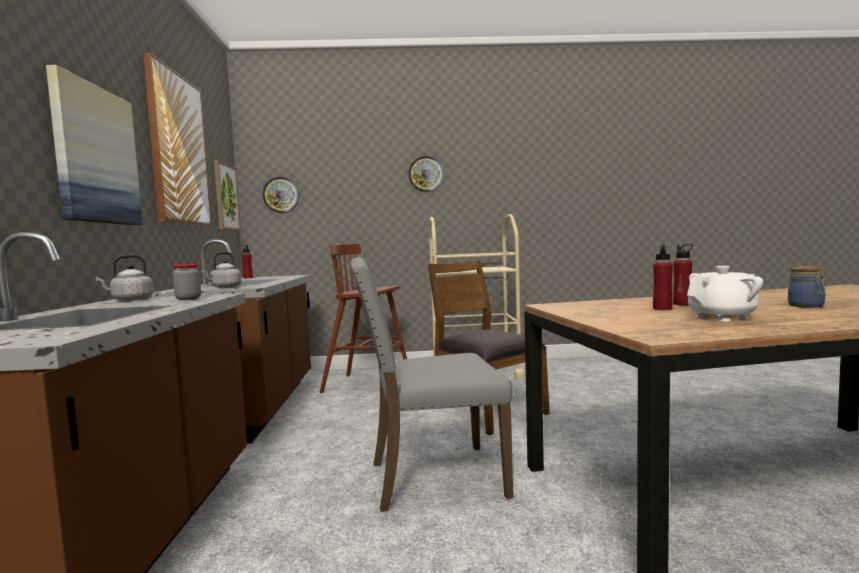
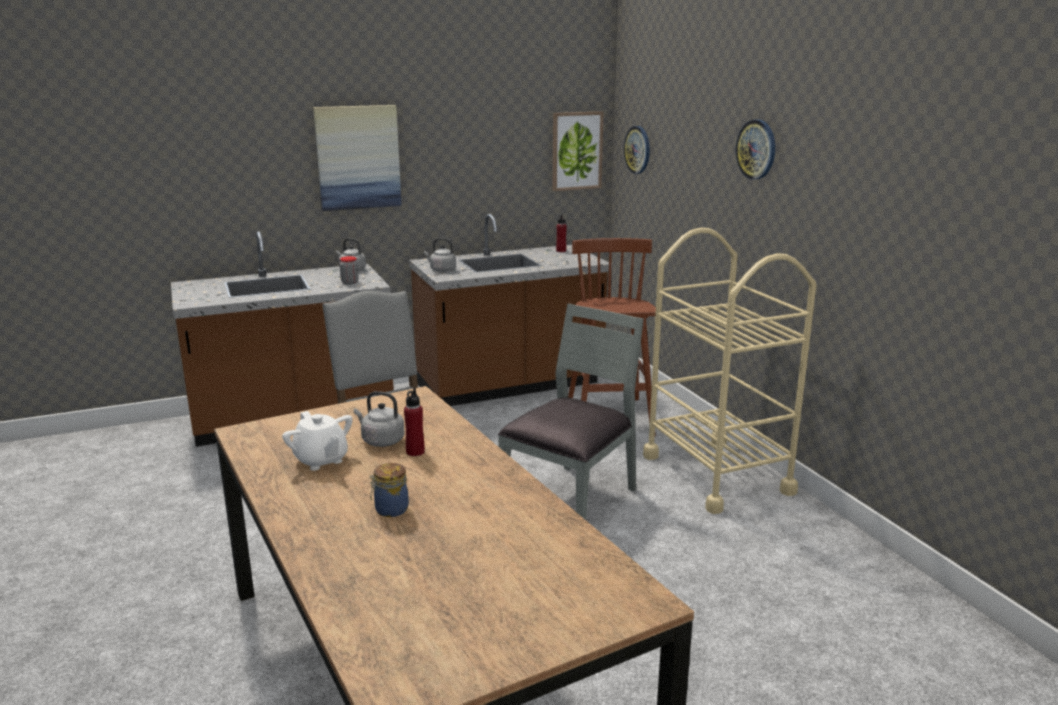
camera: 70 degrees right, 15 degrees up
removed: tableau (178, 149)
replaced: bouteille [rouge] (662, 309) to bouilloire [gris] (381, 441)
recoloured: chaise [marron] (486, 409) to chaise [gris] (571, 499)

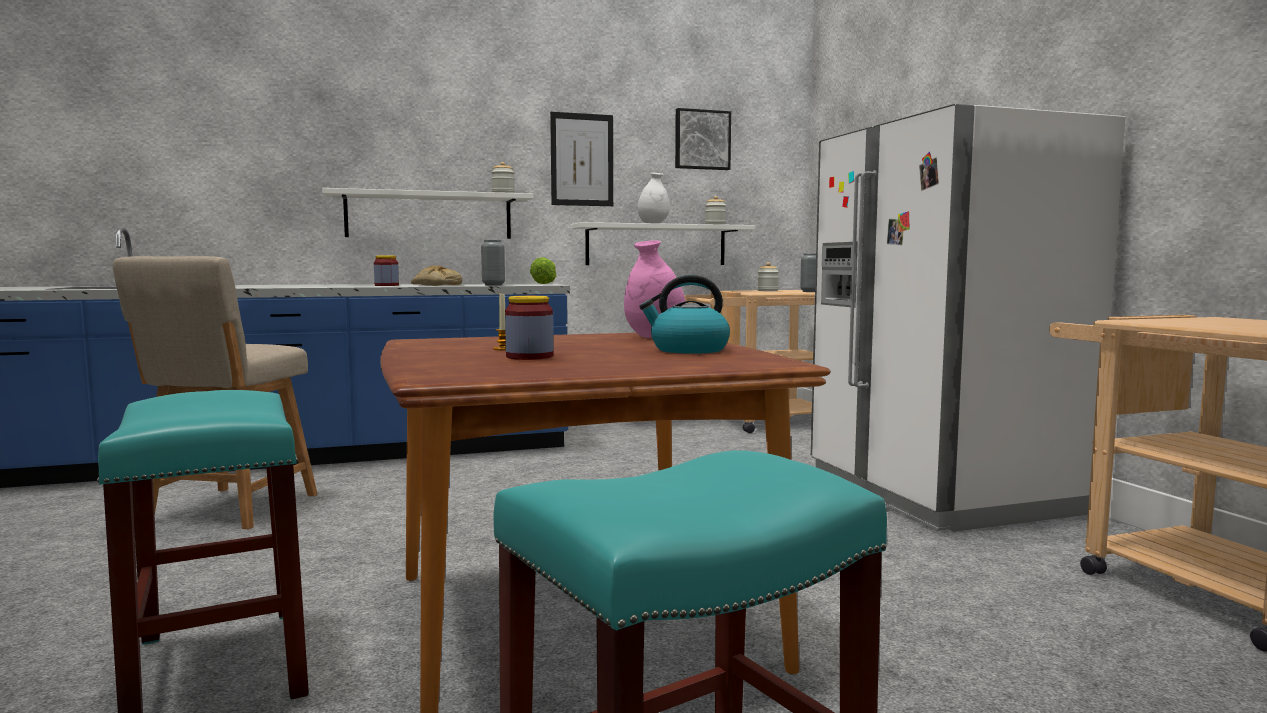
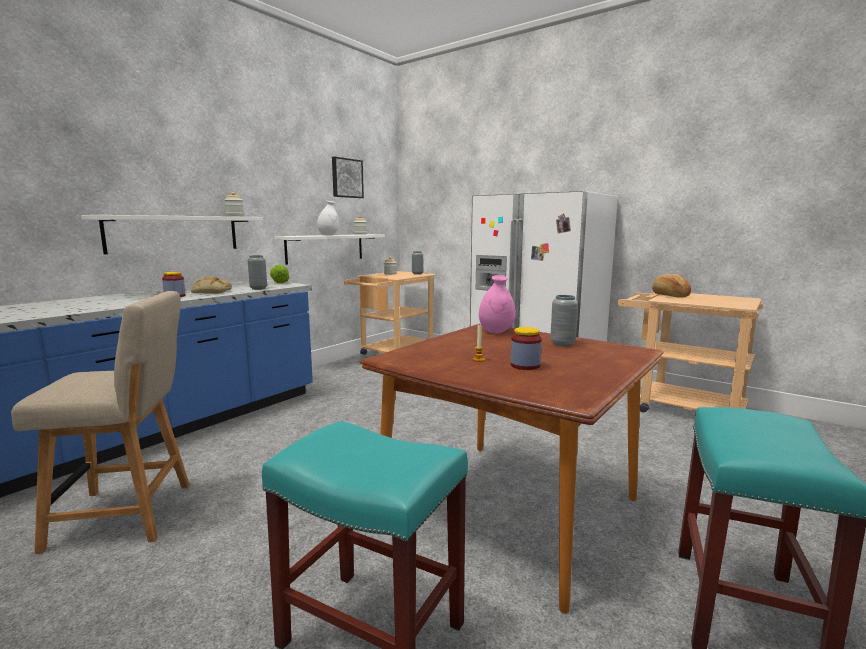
camera: 35 degrees left, 5 degrees up
removed: tableau (582, 160)
added: pain (670, 295)
replaced: bouilloire (688, 350) to vase [gris] (562, 344)
turned: chaise [beige] (228, 510) = (129, 514) 75 degrees counterclockwise

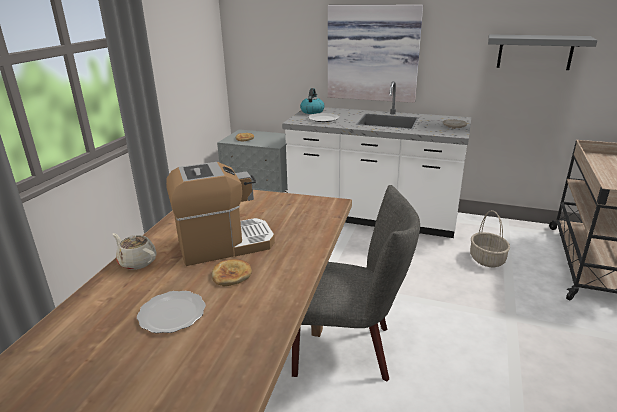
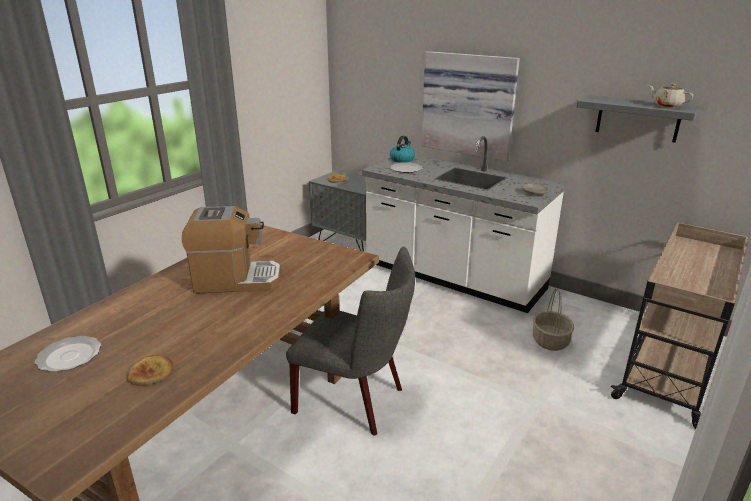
camera: 15 degrees right, 0 degrees up
moved: théière [beige] (137, 262) to (666, 106); assiette (173, 313) to (70, 355); pain (231, 275) to (151, 373)

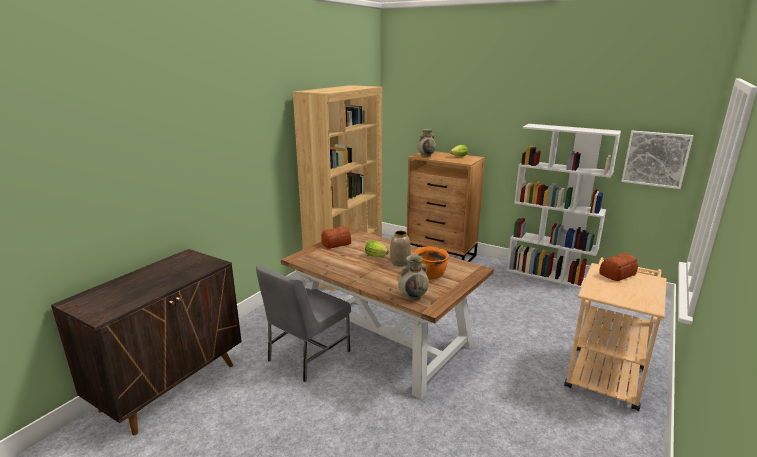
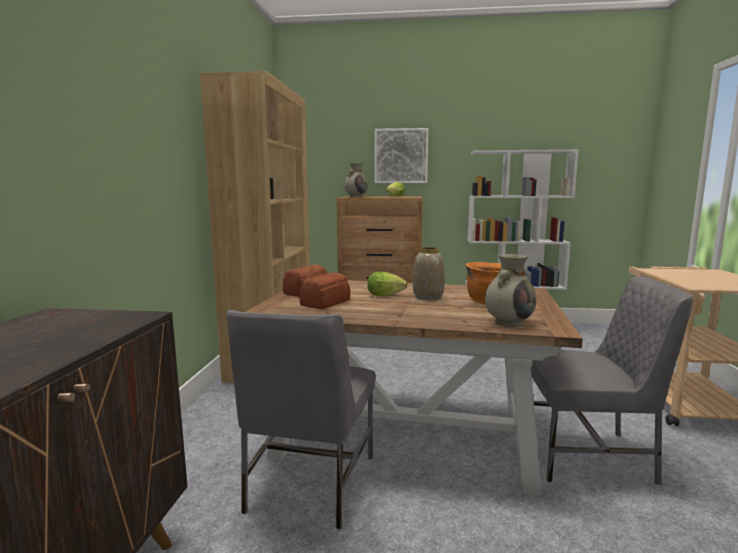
camera: 25 degrees left, 10 degrees down
added: chaise [gris] (588, 455)
moved: pain (618, 274) to (326, 302); tableau (655, 159) to (401, 156)

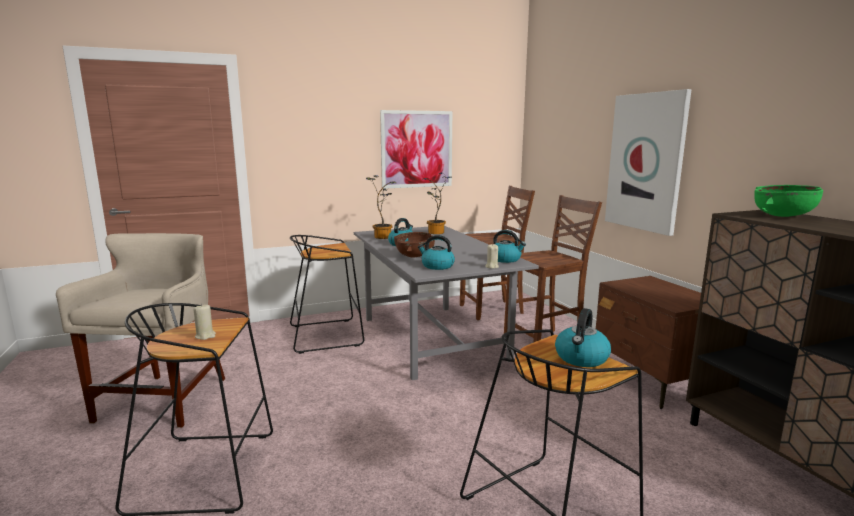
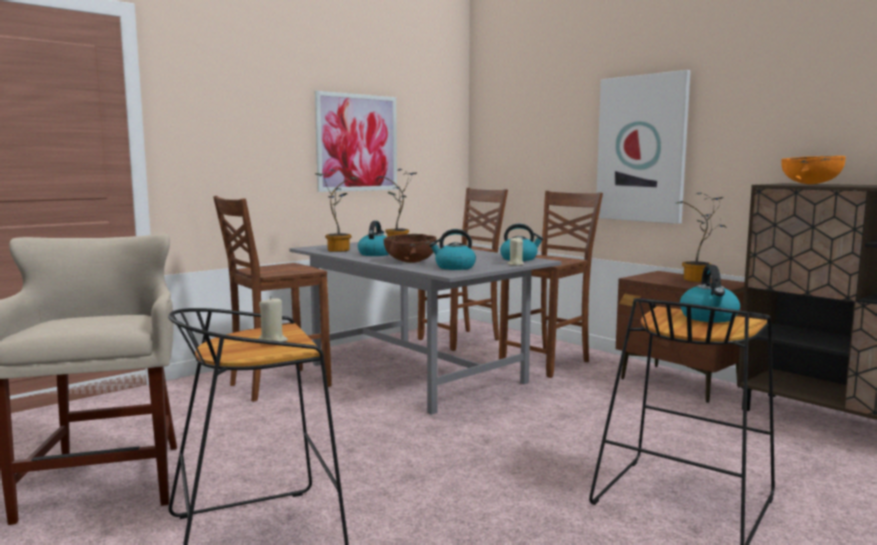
camera: 20 degrees left, 5 degrees down
added: plante en pot (698, 280)
replaced: tabouret [noir] (327, 335) to chaise [marron] (276, 385)
recoloured: bol [vert] (783, 215) to bol [orange] (811, 184)

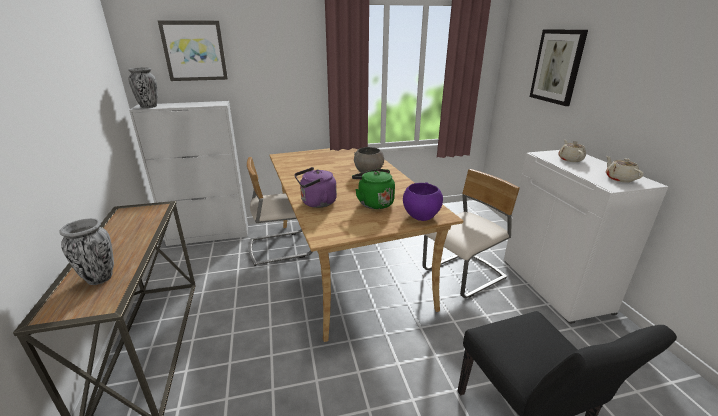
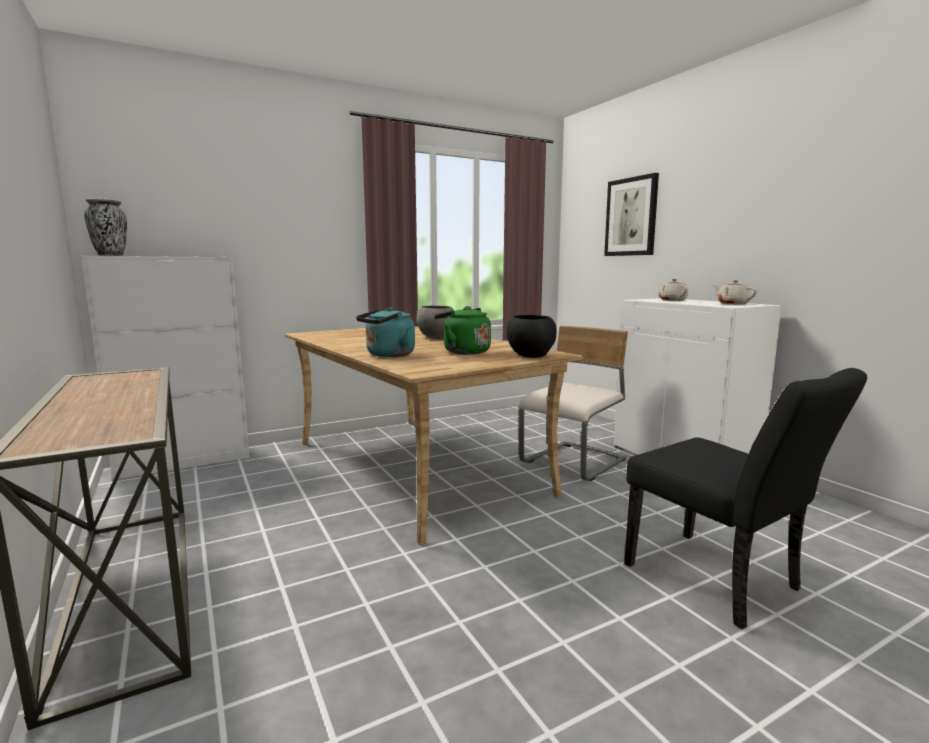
camera: 15 degrees left, 15 degrees down
removed: vase (99, 278); tableau (194, 51); chaise [beige] (280, 247)
recoloured: bouilloire [violet] (316, 203) to bouilloire [turquoise] (388, 355); bol [violet] (421, 216) to bol [noir] (530, 355)

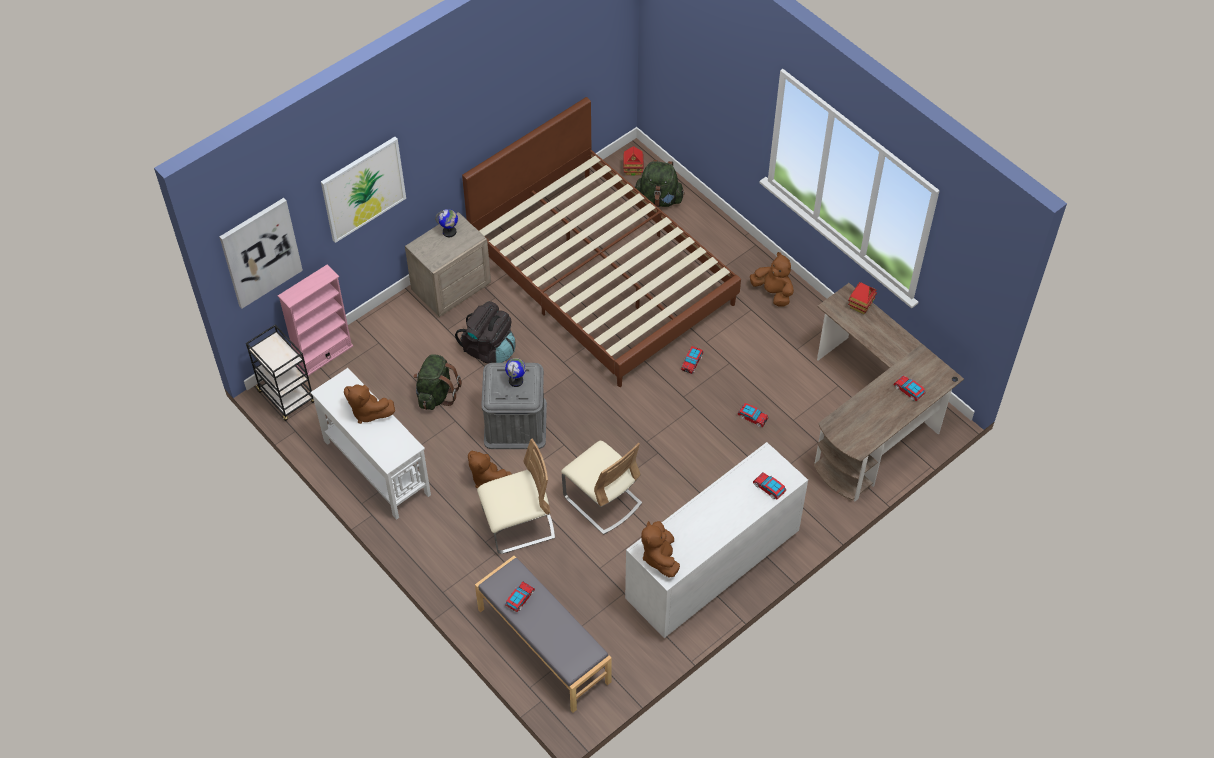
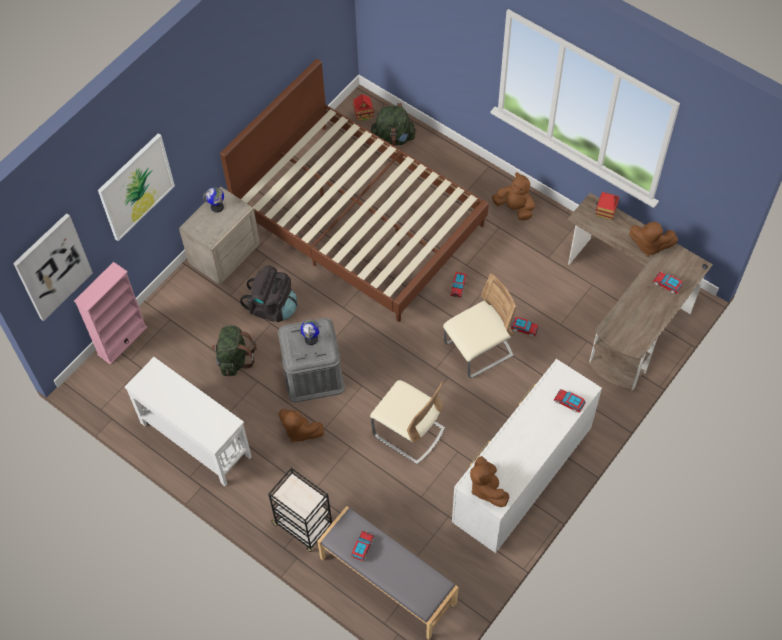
camera: 10 degrees left, 5 degrees up
moved: chariot [noir] (287, 397) to (304, 526); peluche [marron] (368, 412) to (649, 245); chaise [beige] (518, 525) to (478, 350)

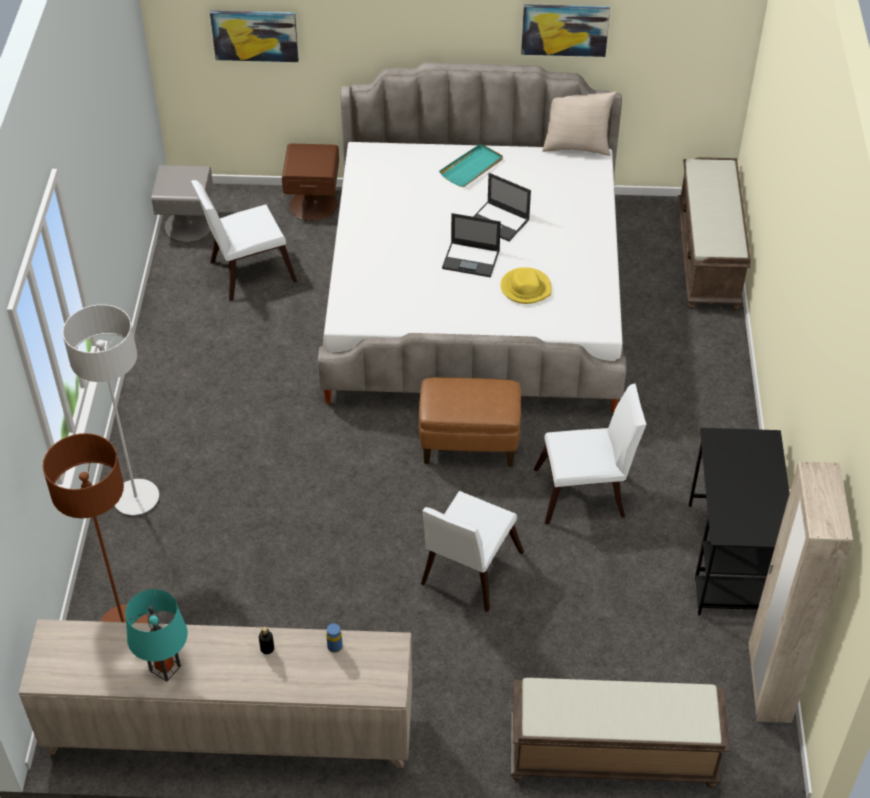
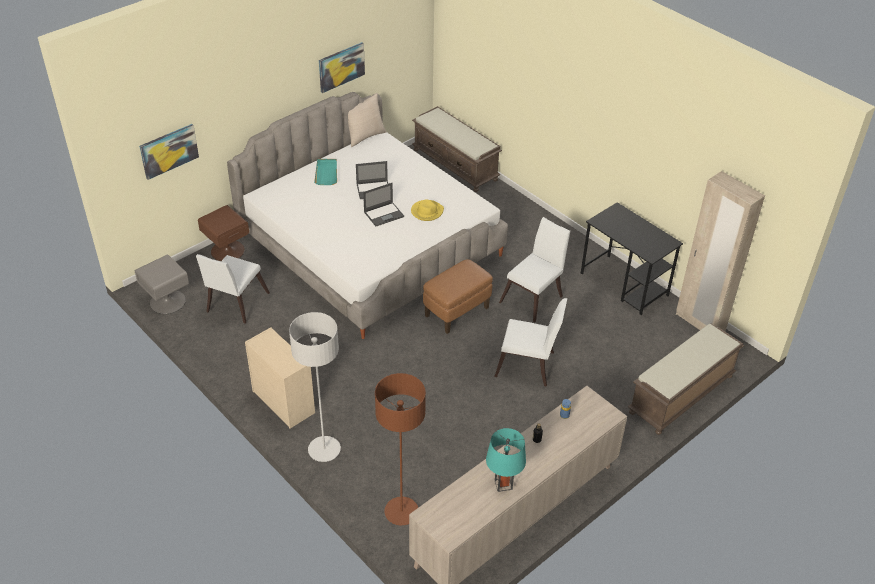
camera: 45 degrees left, 5 degrees down
added: commode [beige] (283, 401)
turned: chaise [blanc] (467, 572) = (528, 366) 60 degrees counterclockwise

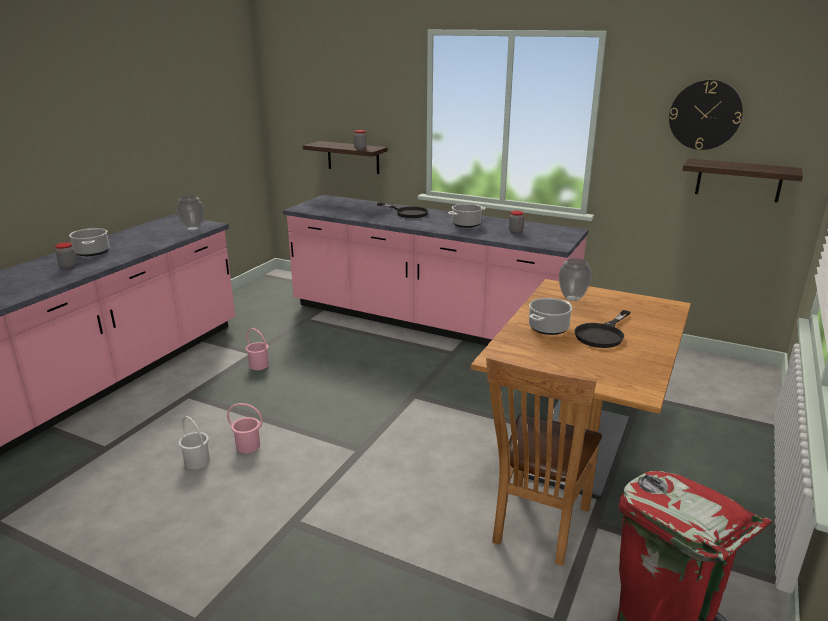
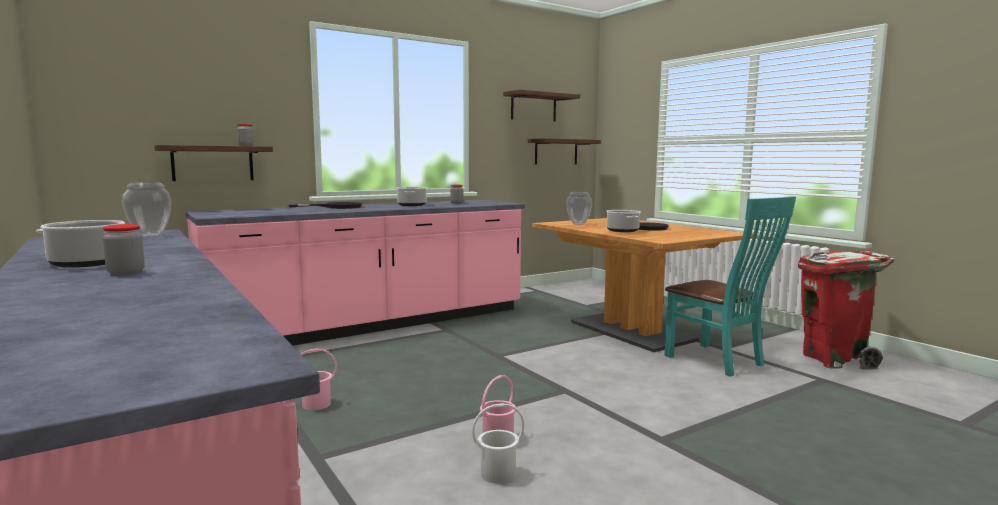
camera: 60 degrees left, 15 degrees down
replaced: horloge murale (705, 115) to étagère (533, 107)
recoloured: chaise [marron] (537, 527) to chaise [turquoise] (719, 361)

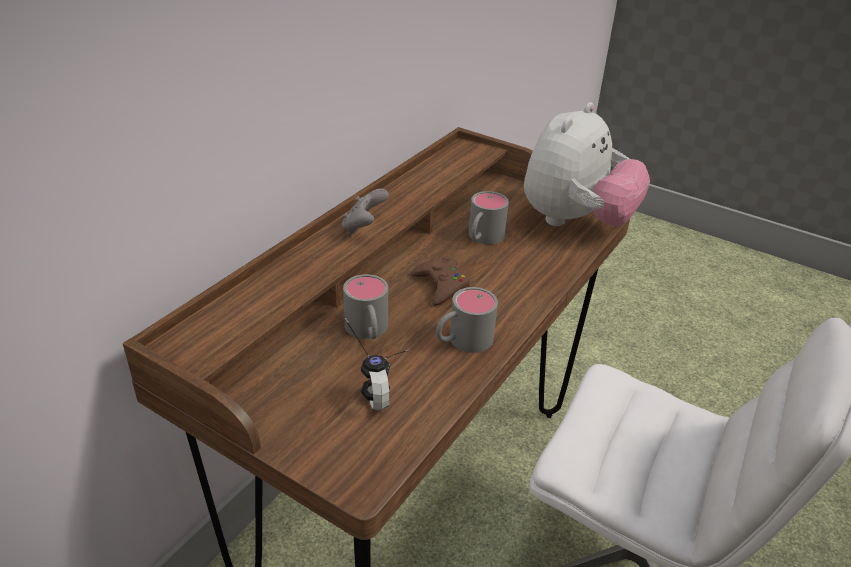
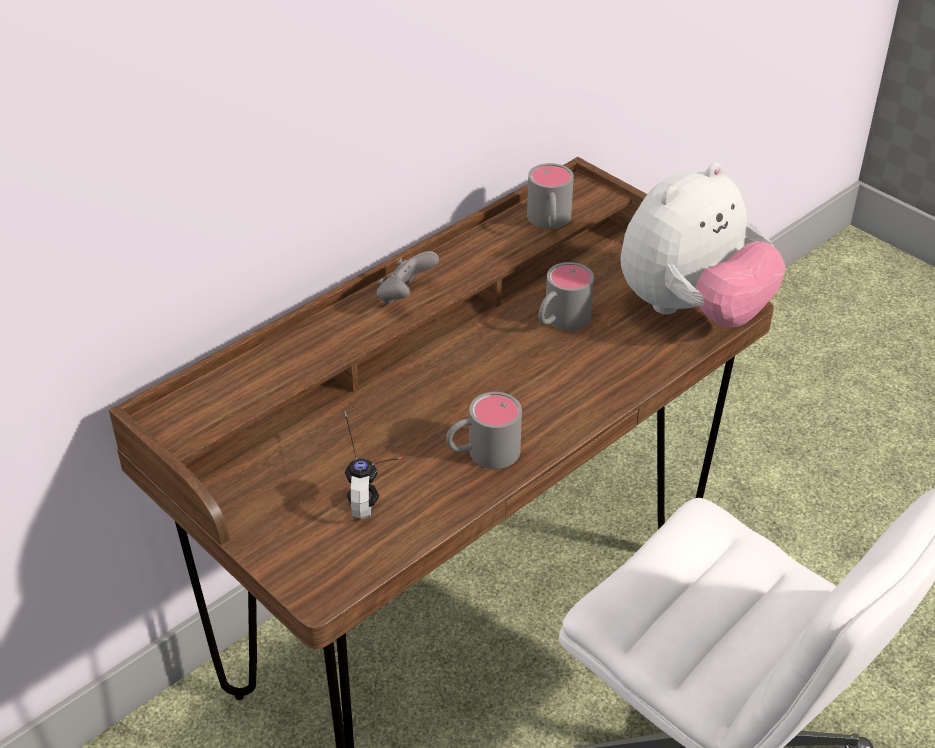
camera: 15 degrees right, 5 degrees up
removed: manette [marron] (441, 285)
moved: mug [gris] (368, 331) to (549, 222)

